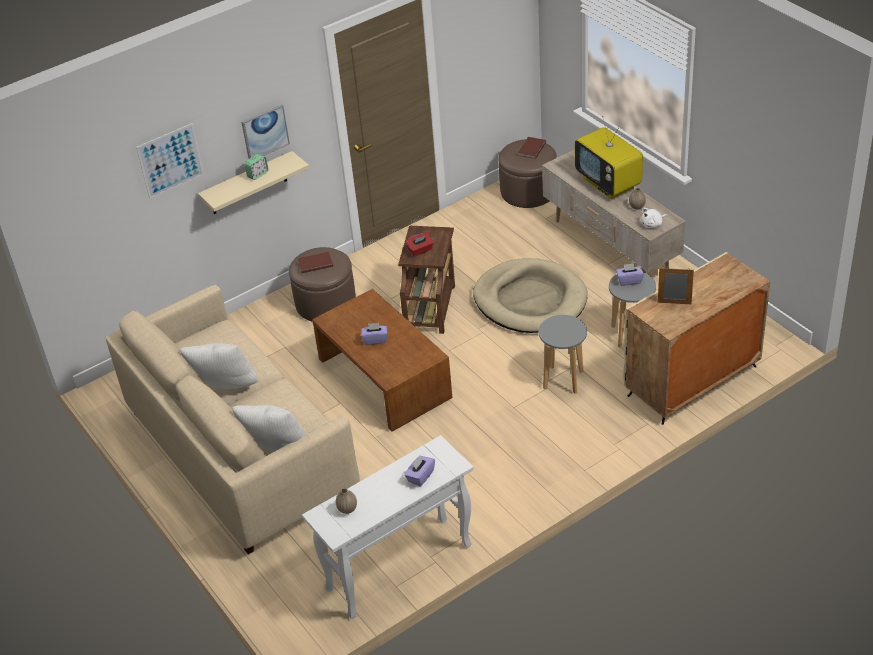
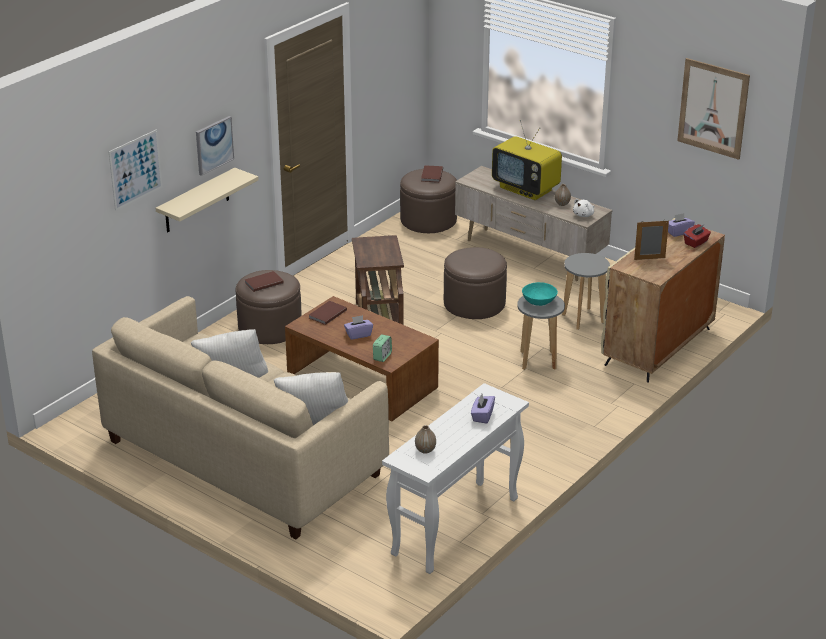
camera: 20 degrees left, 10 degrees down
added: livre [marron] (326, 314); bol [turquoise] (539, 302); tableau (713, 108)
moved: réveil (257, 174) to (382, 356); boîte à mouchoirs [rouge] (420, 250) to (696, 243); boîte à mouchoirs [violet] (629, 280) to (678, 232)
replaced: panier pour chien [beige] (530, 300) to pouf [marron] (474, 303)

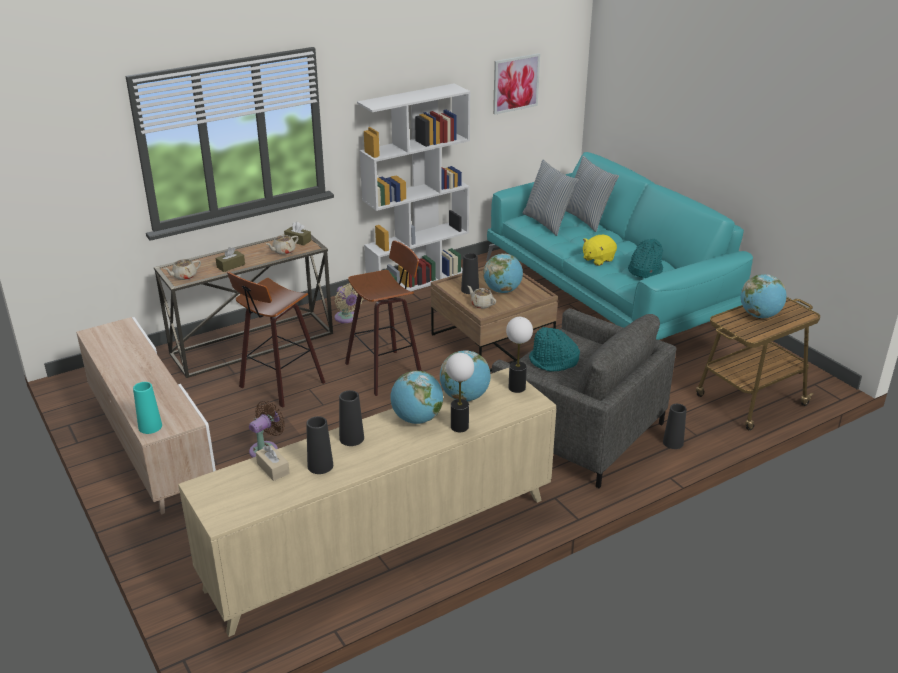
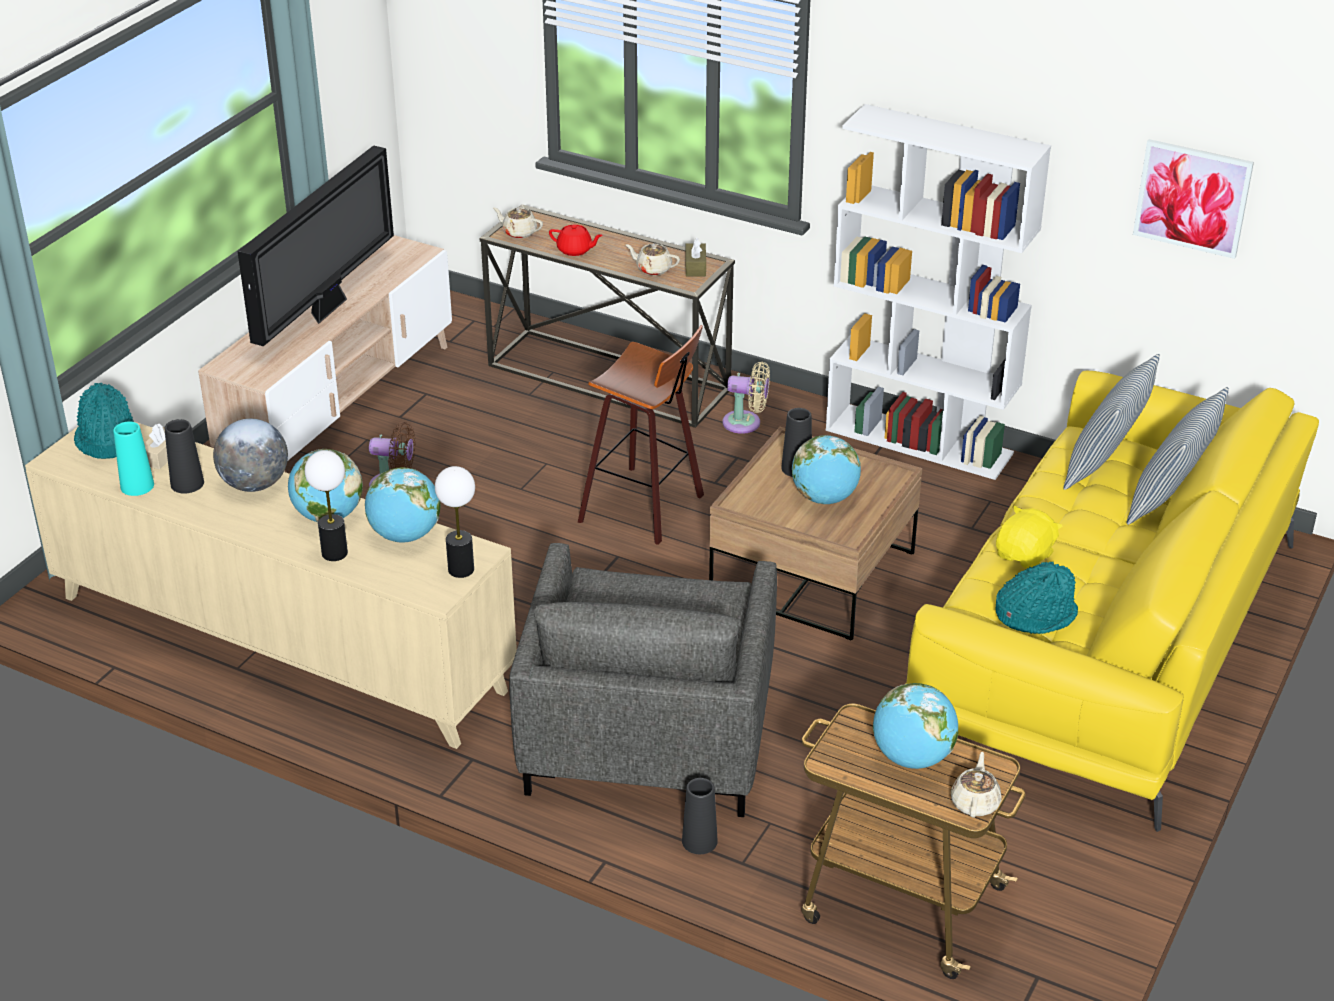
camera: 60 degrees right, 5 degrees up
removed: tabouret (279, 385)
added: téléviseur (328, 308)
moved: vase [turquoise] (150, 427) to (137, 486); théière [beige] (481, 304) to (975, 802); chapeau [turquoise] (553, 362) to (107, 442)
replaced: boîte à mouchoirs [marron] (231, 266) to théière [rouge] (575, 250); vase [noir] (351, 438) to globe (254, 484)
recoloured: canapé [turquoise] (607, 291) to canapé [jaune] (1104, 641)
turned: ventilateur [beige] (347, 318) = (746, 423) 105 degrees counterclockwise; peluche [jaune] (598, 259) = (1025, 556) 105 degrees clockwise

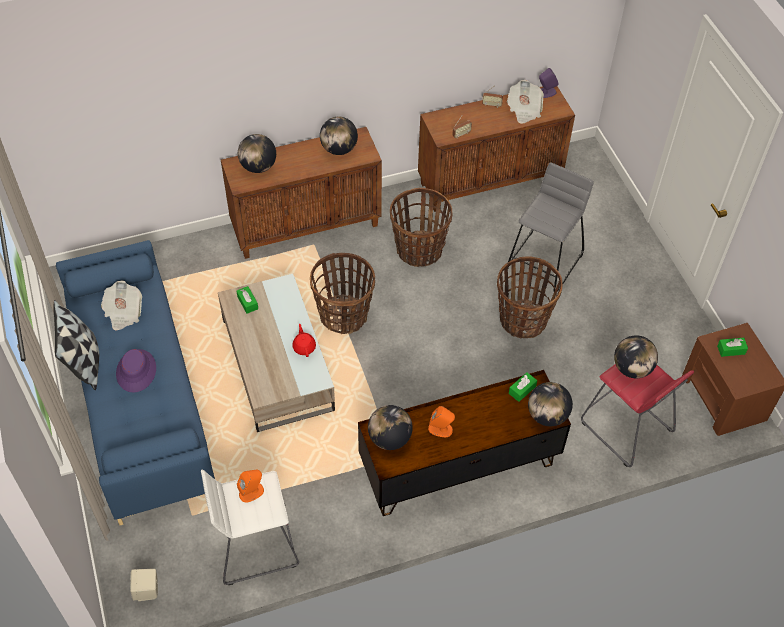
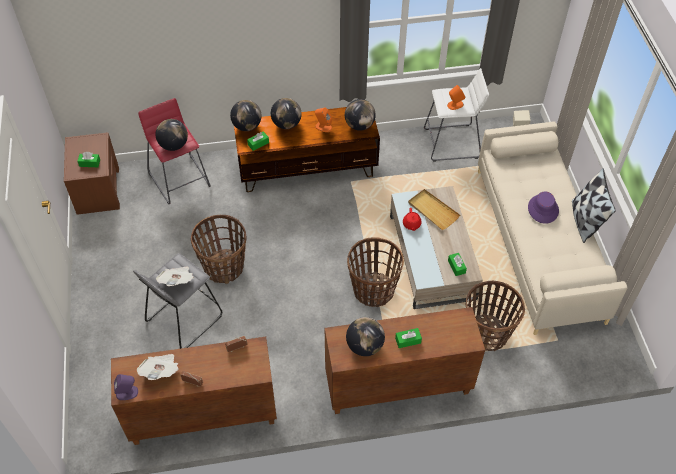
camera: 170 degrees left, 0 degrees up
added: boîte à mouchoirs [vert] (408, 340); plateau [beige] (433, 210)
moved: journal (123, 313) to (177, 281); globe (258, 167) to (286, 124); panier (419, 250) to (487, 333)
recoloured: canapé [bleu] (141, 399) to canapé [beige] (539, 243)

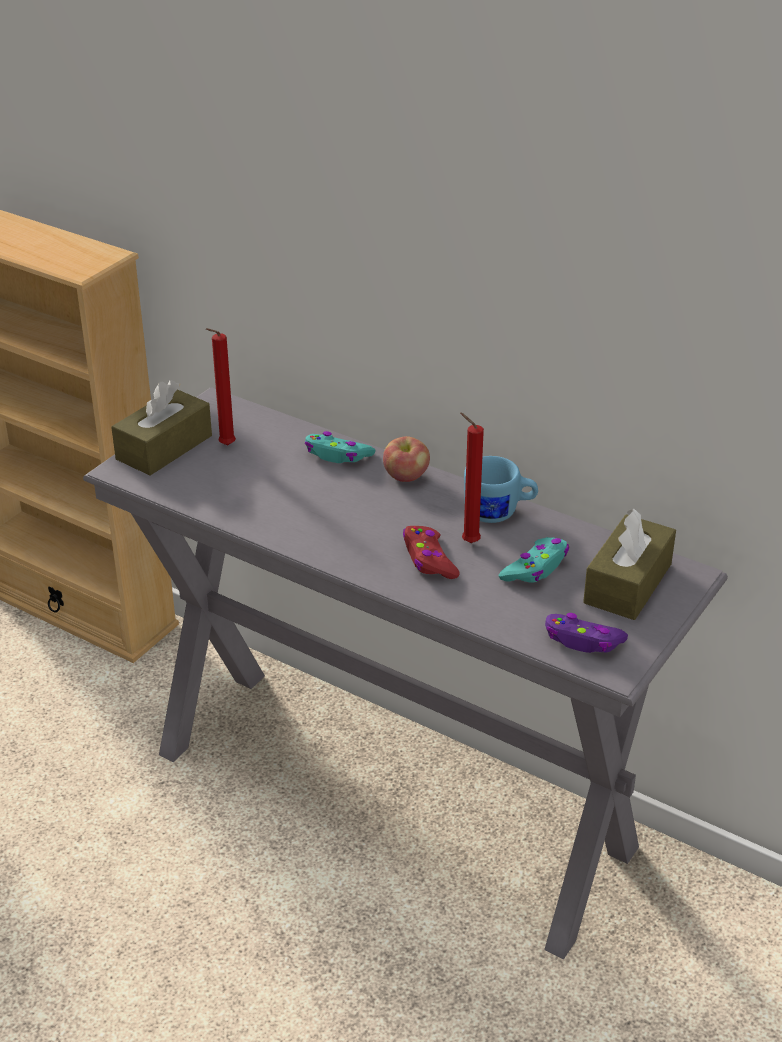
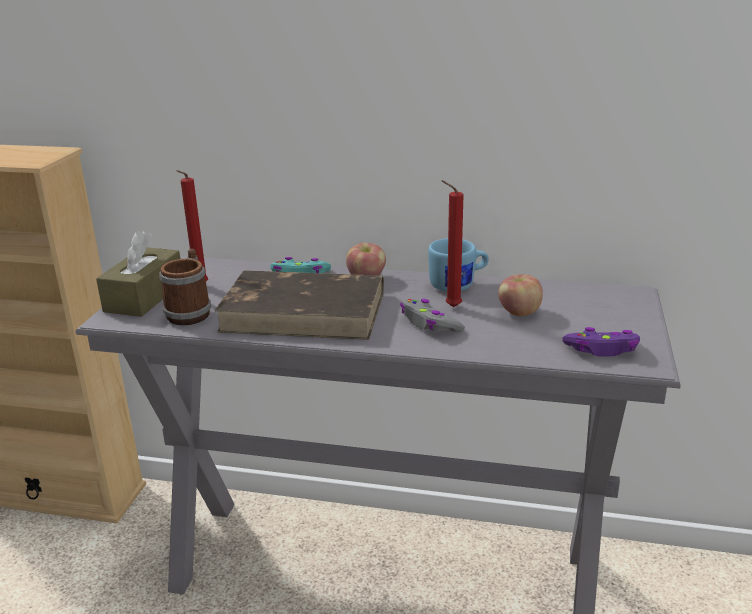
camera: 20 degrees left, 10 degrees down
removed: boîte à mouchoirs [marron] (628, 583)
added: mug (191, 312); livre [marron] (306, 311)
replaced: manette [turquoise] (536, 568) to pomme (519, 312)
recoloured: manette [rouge] (429, 560) to manette [gris] (429, 324)

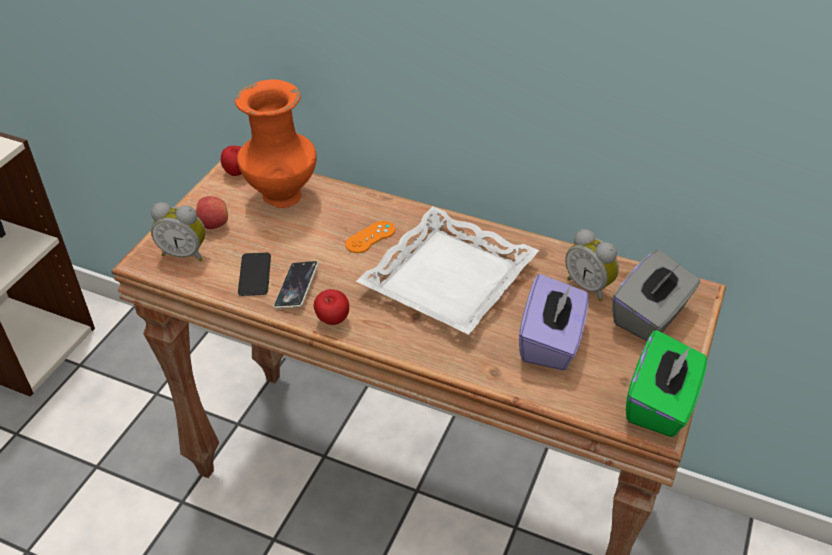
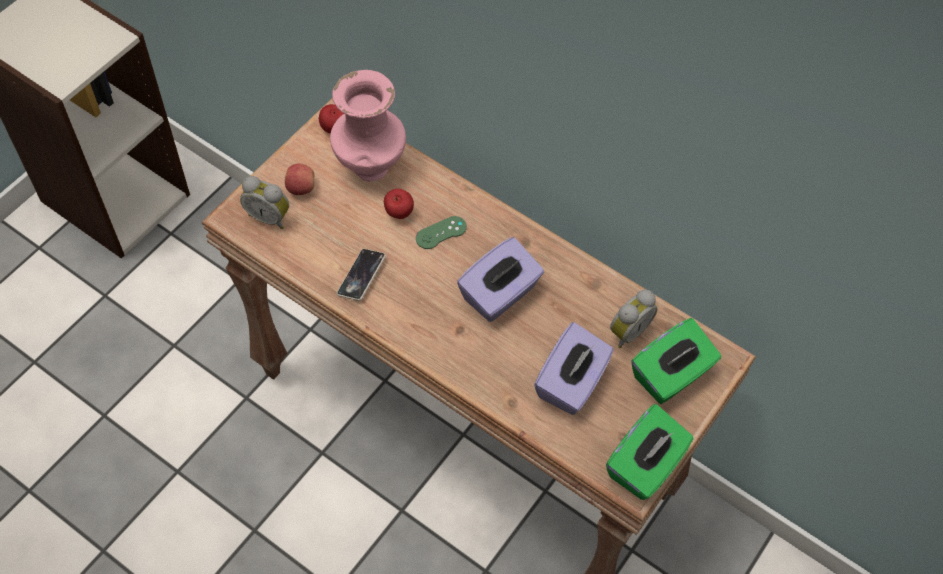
camera: 10 degrees right, 15 degrees up
removed: téléphone (254, 275)
moved: pomme (332, 321) to (398, 214)
replaced: plateau [blanc] (447, 278) to boîte à mouchoirs [violet] (499, 294)
recoloured: vase [orange] (282, 197) to vase [rose] (370, 168); manette [orange] (370, 237) to manette [vert] (441, 233); boîte à mouchoirs [gris] (650, 316) to boîte à mouchoirs [vert] (671, 375)
turned: réveil (589, 286) = (627, 331) 105 degrees counterclockwise

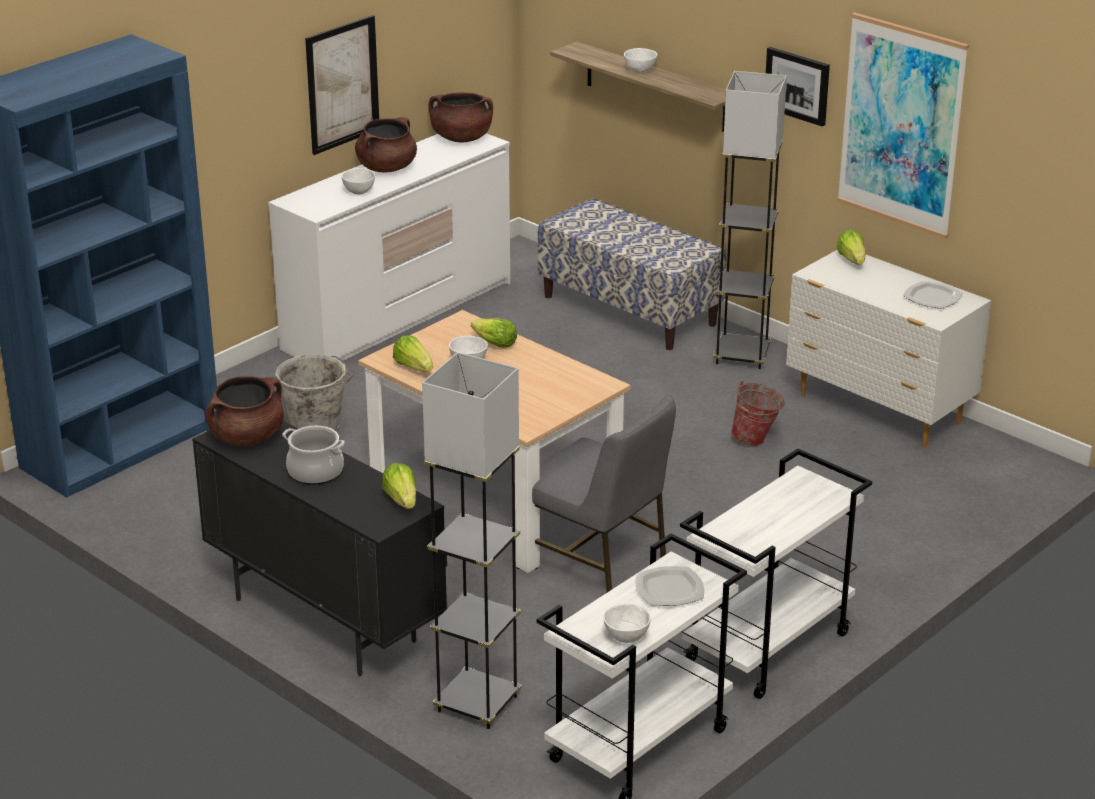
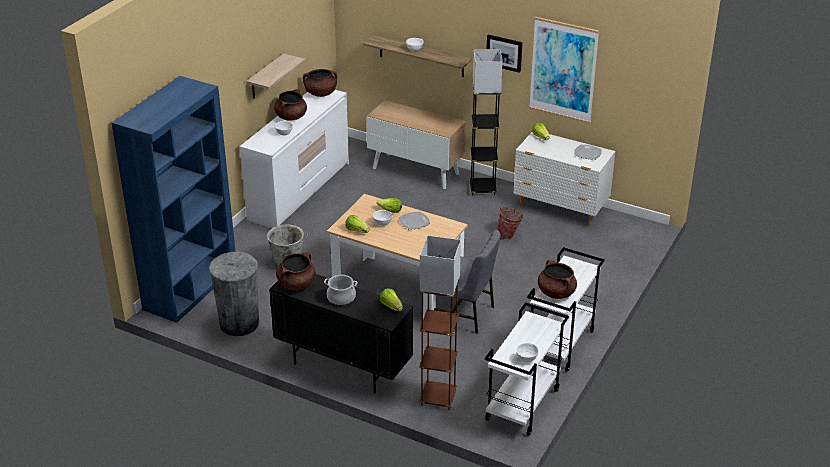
camera: 15 degrees left, 5 degrees up
added: poubelle [gris] (239, 323); marmite [marron] (556, 292)
moved: assiette (670, 589) to (414, 222)
replaced: tableau (342, 84) to étagère (266, 77); banc (630, 310) to meuble de rangement (416, 170)
recoloured: lampadaire [gris] (477, 704) to lampadaire [marron] (438, 398)

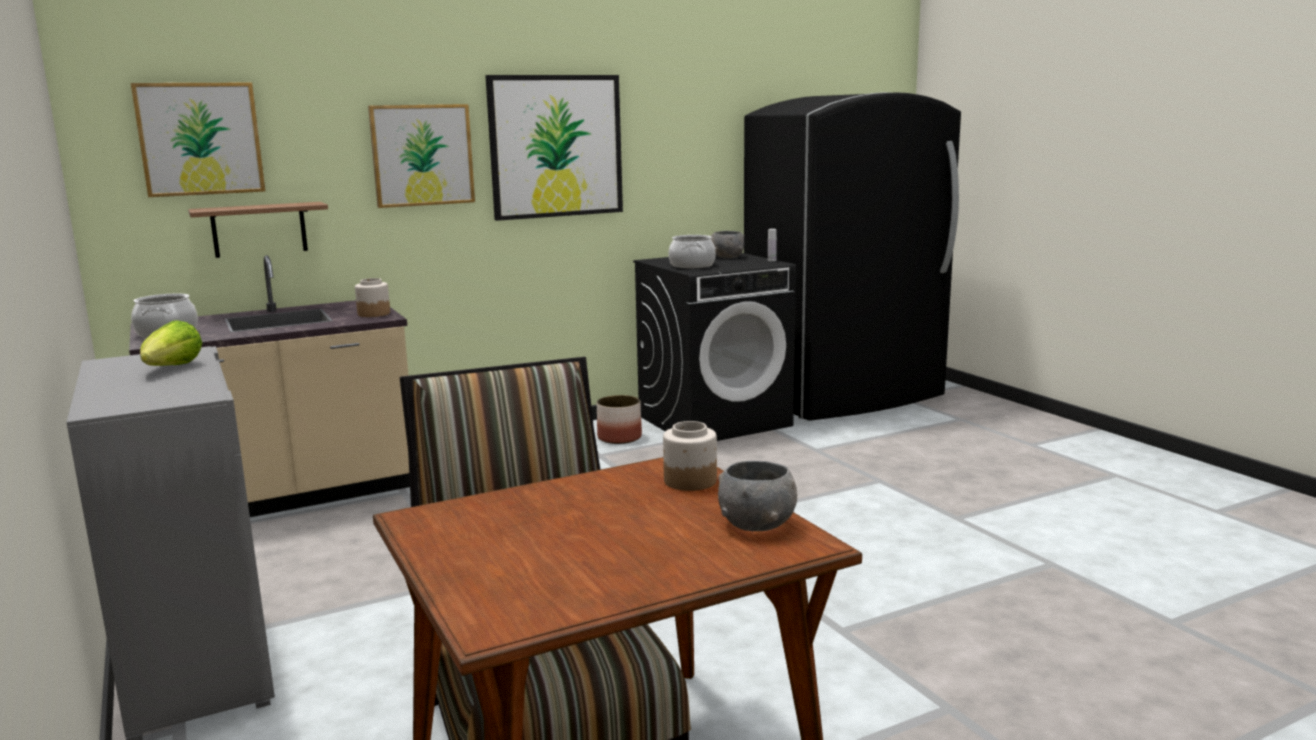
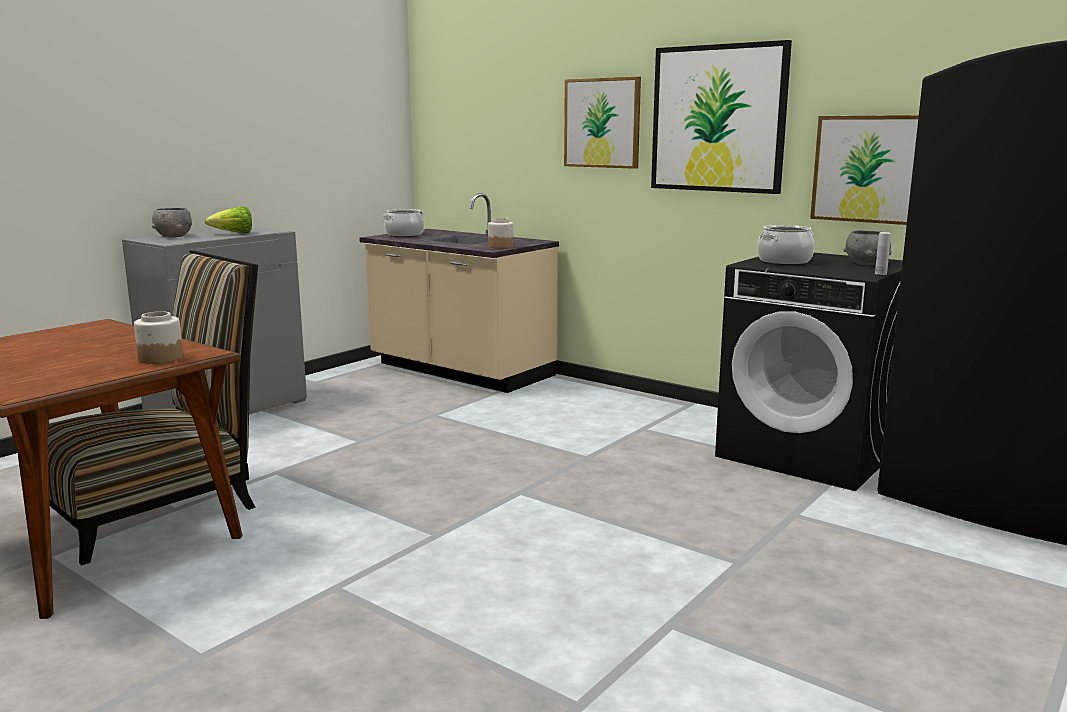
camera: 65 degrees right, 0 degrees up
removed: étagère (259, 229); cache-pot (619, 437)
moved: tableau (200, 139) to (867, 169); bol [gris] (757, 525) to (173, 236)

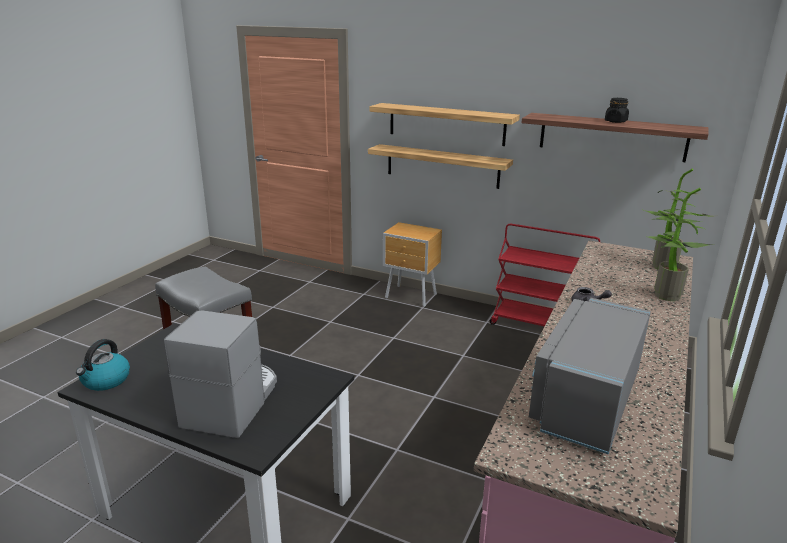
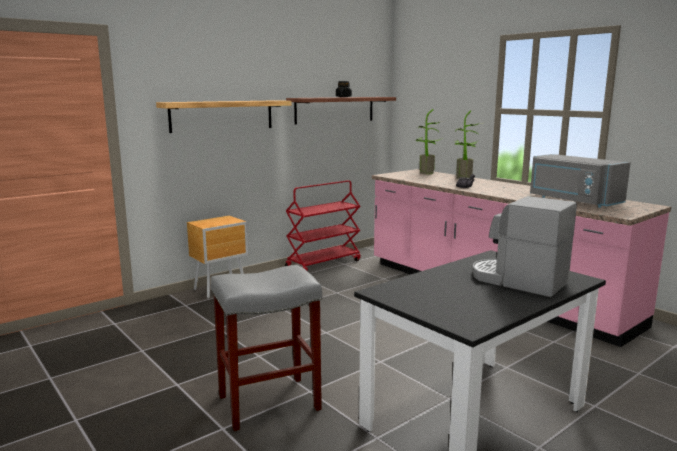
camera: 65 degrees left, 10 degrees down
removed: bouilloire (106, 380); étagère (442, 166)

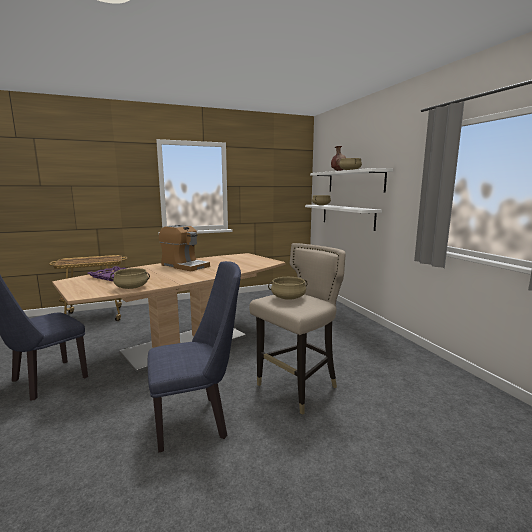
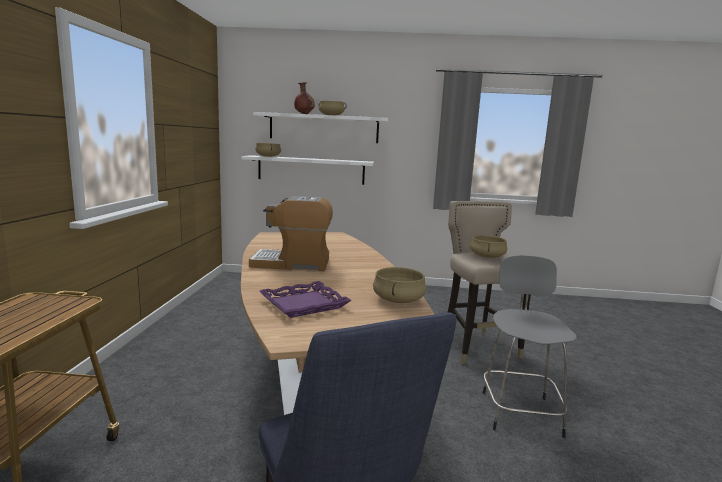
camera: 65 degrees left, 0 degrees up
replaced: chaise [bleu] (197, 420) to tabouret [gris] (519, 411)
turned: machine à café (184, 266) = (292, 263) 150 degrees counterclockwise

